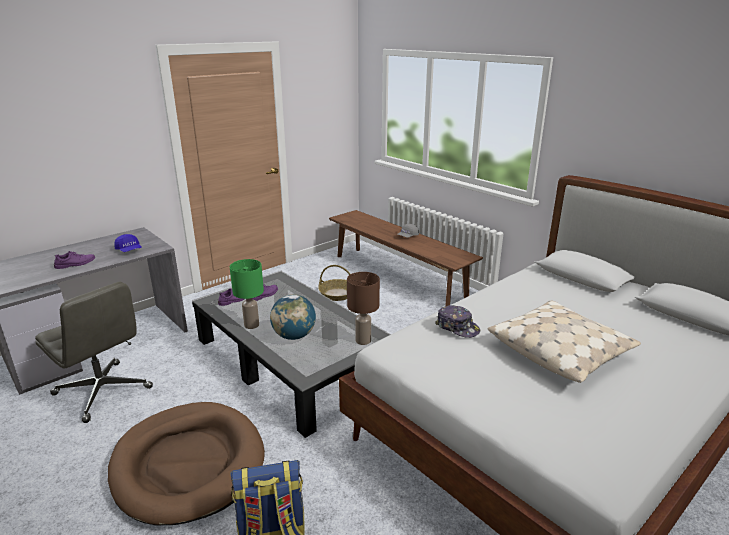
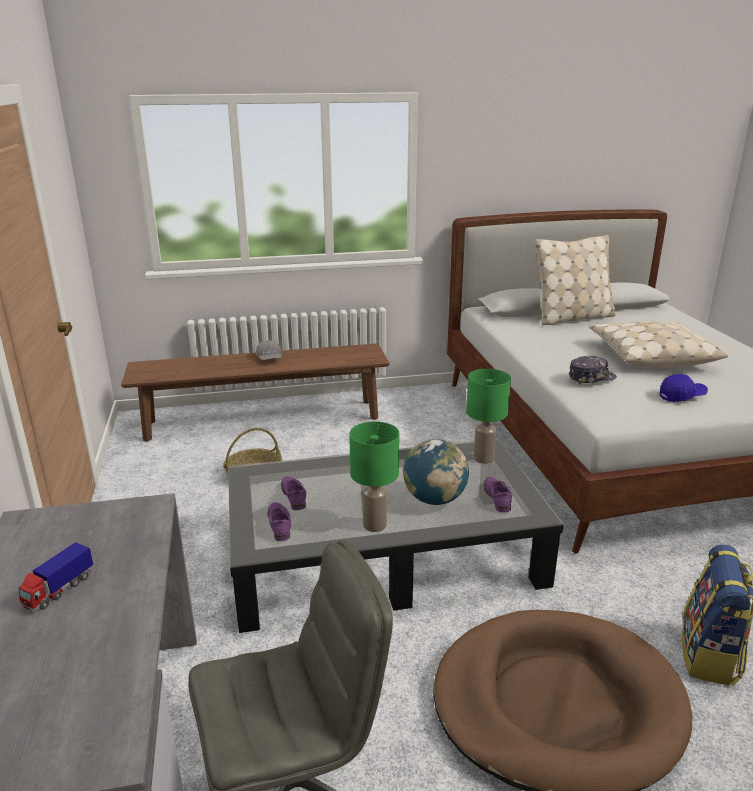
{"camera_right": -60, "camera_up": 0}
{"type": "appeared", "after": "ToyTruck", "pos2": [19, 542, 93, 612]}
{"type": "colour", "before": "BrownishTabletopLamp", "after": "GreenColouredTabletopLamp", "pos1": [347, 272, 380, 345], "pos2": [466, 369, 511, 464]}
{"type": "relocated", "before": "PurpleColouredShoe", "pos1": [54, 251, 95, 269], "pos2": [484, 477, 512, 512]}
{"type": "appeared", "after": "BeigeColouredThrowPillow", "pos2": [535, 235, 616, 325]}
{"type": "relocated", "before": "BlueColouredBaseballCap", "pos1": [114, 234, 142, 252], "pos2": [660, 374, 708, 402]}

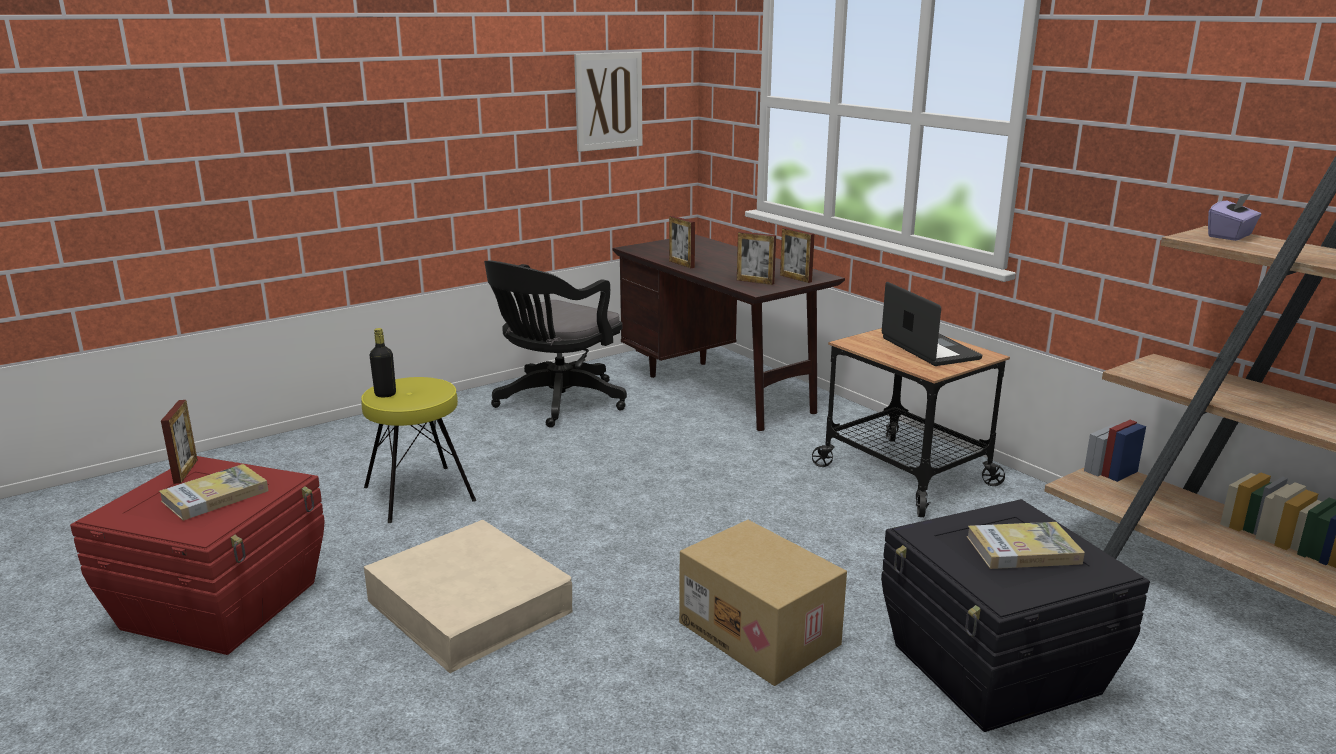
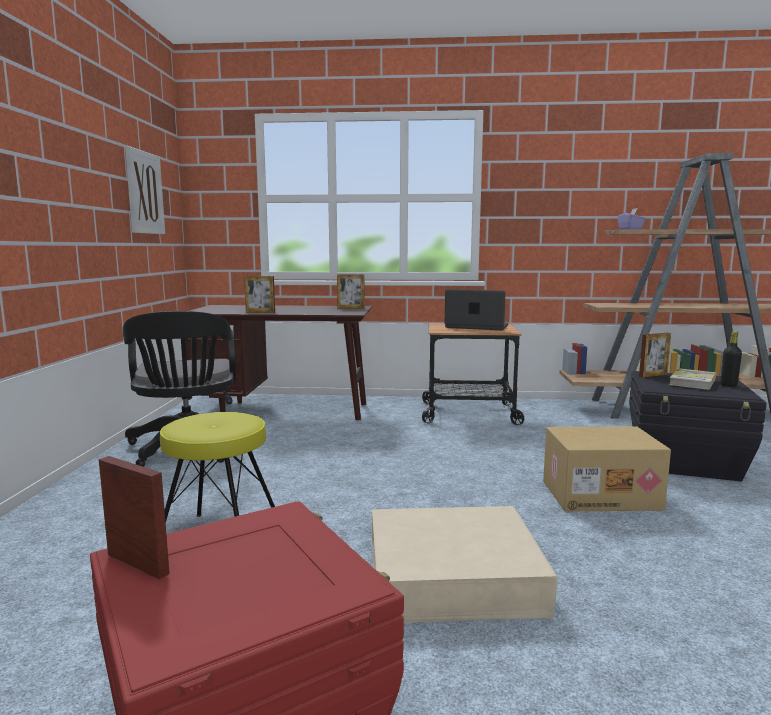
{"camera_right": -50, "camera_up": -10}
{"type": "relocated", "before": "PictureFrame", "pos1": [737, 231, 776, 285], "pos2": [639, 333, 671, 378]}
{"type": "relocated", "before": "BlackBeverageBottle", "pos1": [369, 328, 396, 397], "pos2": [720, 331, 742, 387]}
{"type": "missing", "before": "Book", "pos1": [159, 464, 269, 520]}

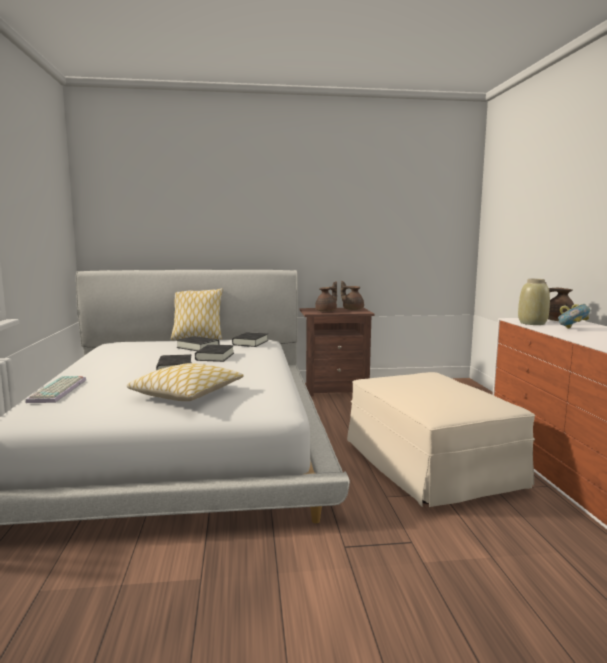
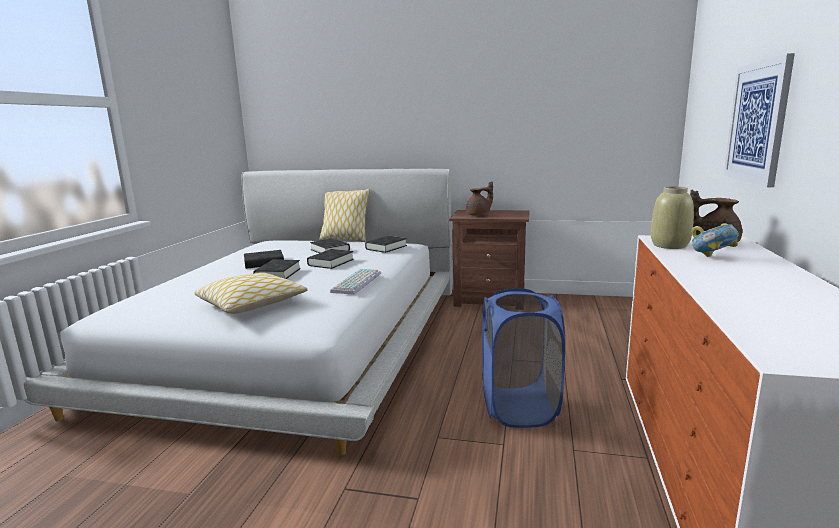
{"camera_right": 20, "camera_up": 5}
{"type": "appeared", "after": "BlackBook", "pos2": [244, 250, 284, 269]}
{"type": "relocated", "before": "PcKeyboard", "pos1": [26, 376, 86, 403], "pos2": [330, 269, 381, 295]}
{"type": "exchanged", "before": "BeigeColouredOttoman", "after": "BlueColouredHamper", "pos1": [347, 372, 535, 507], "pos2": [482, 288, 565, 428]}
{"type": "appeared", "after": "WallPicture", "pos2": [724, 53, 795, 187]}
{"type": "missing", "before": "BrownishPotForTea", "pos1": [341, 281, 364, 310]}

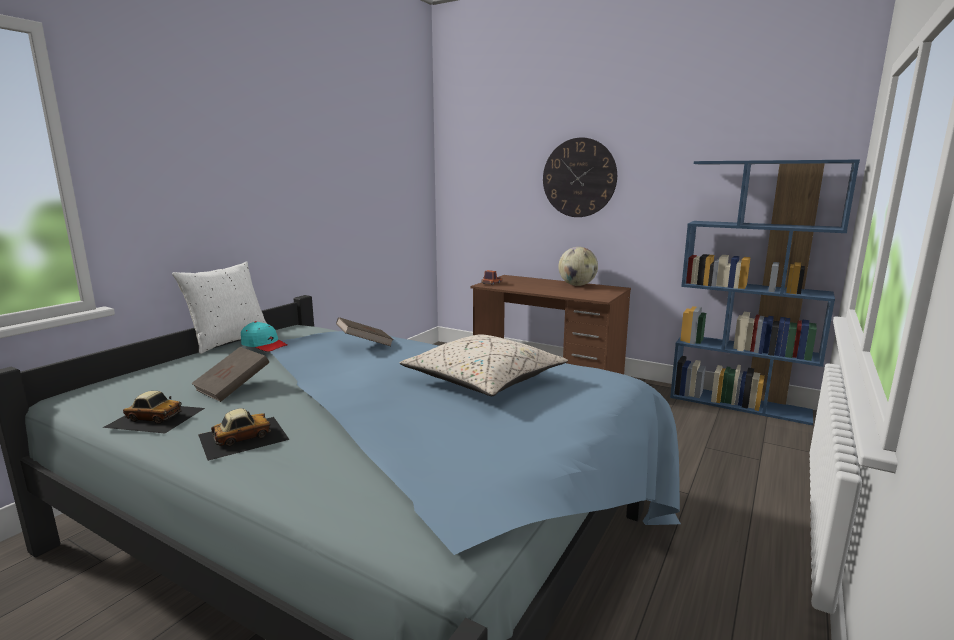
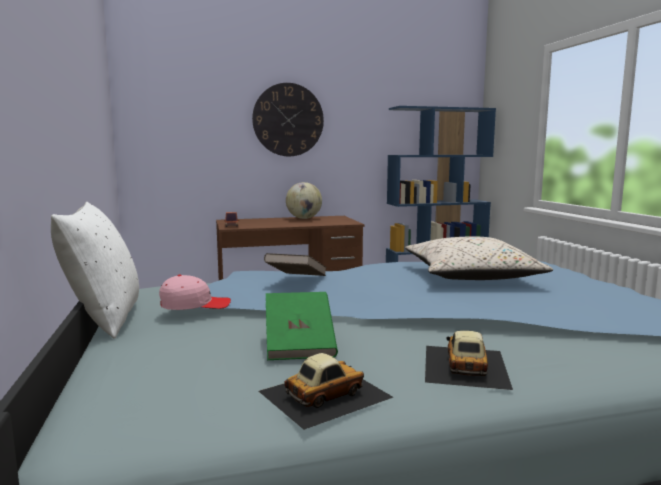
{"camera_right": -45, "camera_up": -5}
{"type": "colour", "before": "TurquoiseBaseballCap", "after": "PinkishBaseballCap", "pos1": [241, 321, 287, 352], "pos2": [159, 275, 231, 310]}
{"type": "colour", "before": "BrownishBook", "after": "GreenColouredBook", "pos1": [191, 347, 269, 402], "pos2": [266, 292, 338, 360]}

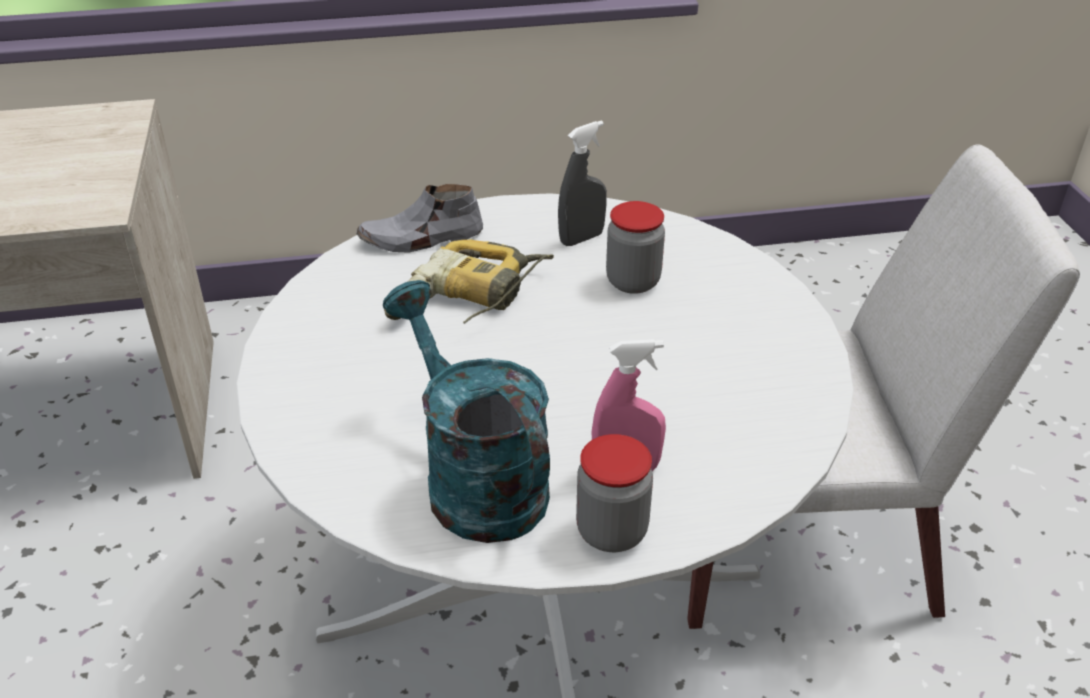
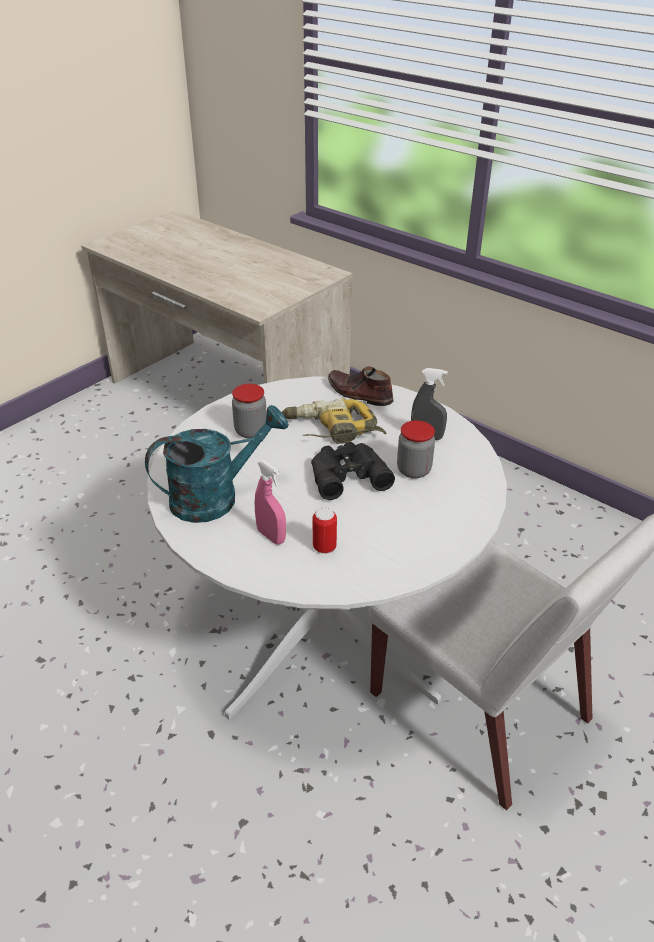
{"camera_right": 50, "camera_up": 0}
{"type": "spun", "before": "TurquoiseSprinklingCan", "pos1": [383, 280, 550, 543], "pos2": [145, 405, 289, 523], "turn": 45}
{"type": "relocated", "before": "StorageJar", "pos1": [576, 434, 653, 552], "pos2": [232, 384, 267, 439]}
{"type": "appeared", "after": "BlackFieldGlasses", "pos2": [311, 442, 395, 500]}
{"type": "appeared", "after": "Can", "pos2": [313, 508, 337, 554]}
{"type": "colour", "before": "GreyShoe", "after": "BrownishShoe", "pos1": [357, 184, 483, 253], "pos2": [328, 366, 394, 406]}

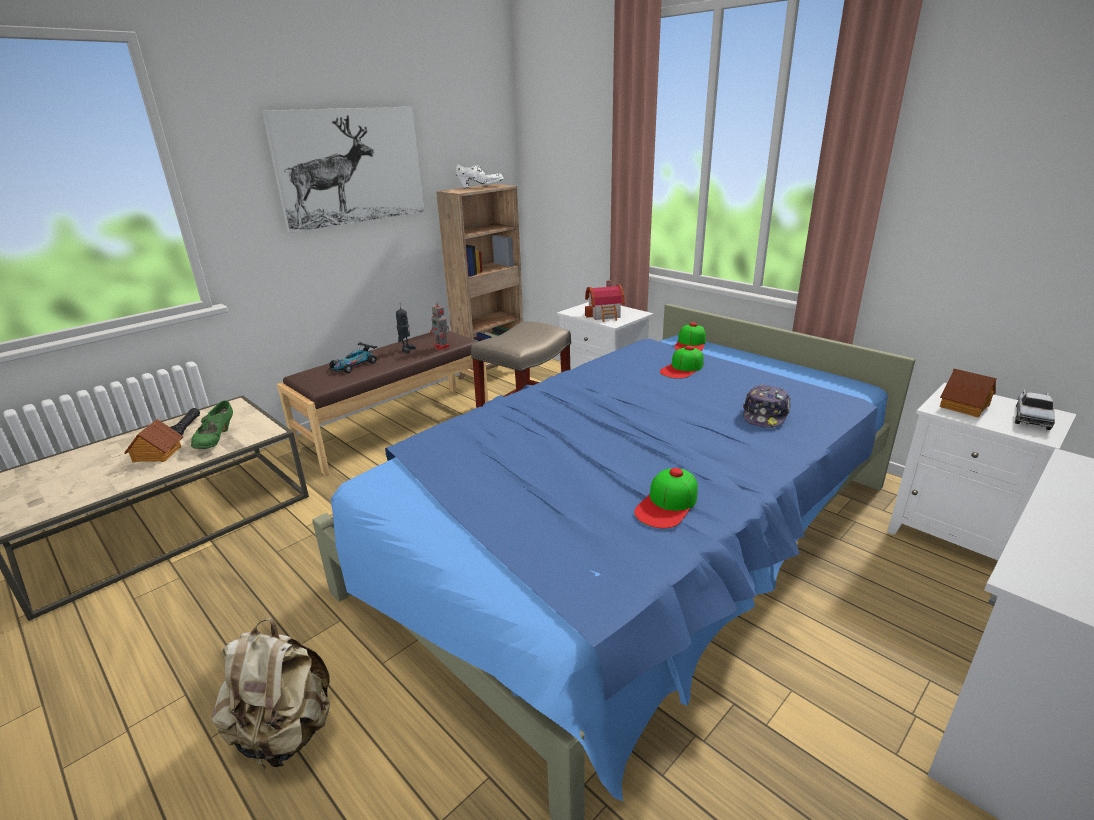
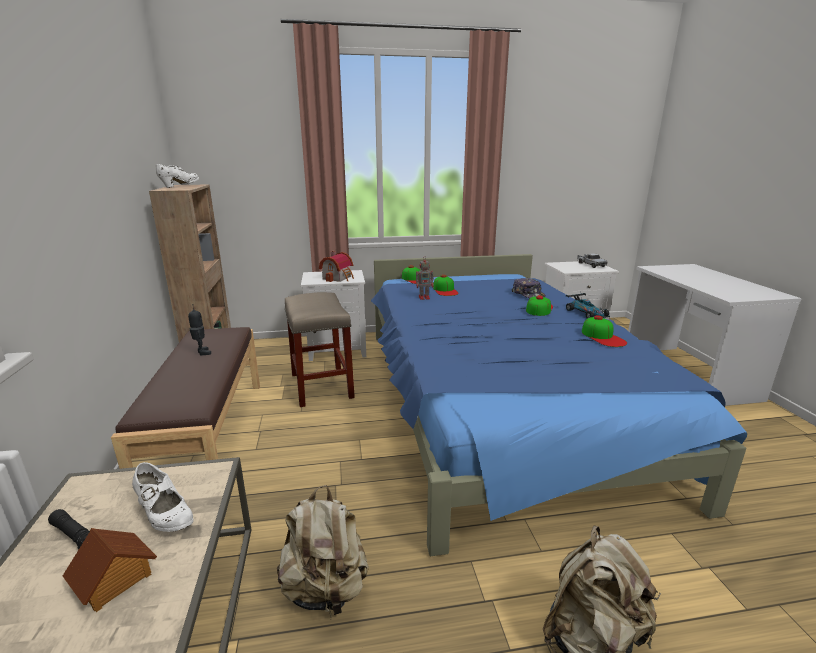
{"camera_right": -55, "camera_up": -5}
{"type": "colour", "before": "GreenColouredShoe", "after": "WhiteShoe", "pos1": [191, 400, 233, 449], "pos2": [132, 462, 194, 532]}
{"type": "appeared", "after": "BeigeColouredKnapsack", "pos2": [277, 485, 369, 617]}
{"type": "relocated", "before": "ToyRobot", "pos1": [430, 301, 451, 350], "pos2": [416, 256, 434, 300]}
{"type": "appeared", "after": "BaseballCap", "pos2": [526, 295, 553, 316]}
{"type": "relocated", "before": "MiniatureCar", "pos1": [328, 342, 377, 373], "pos2": [566, 291, 610, 319]}
{"type": "missing", "before": "WallPicture", "pos1": [262, 107, 424, 233]}
{"type": "missing", "before": "MiniatureHouse", "pos1": [940, 369, 997, 418]}

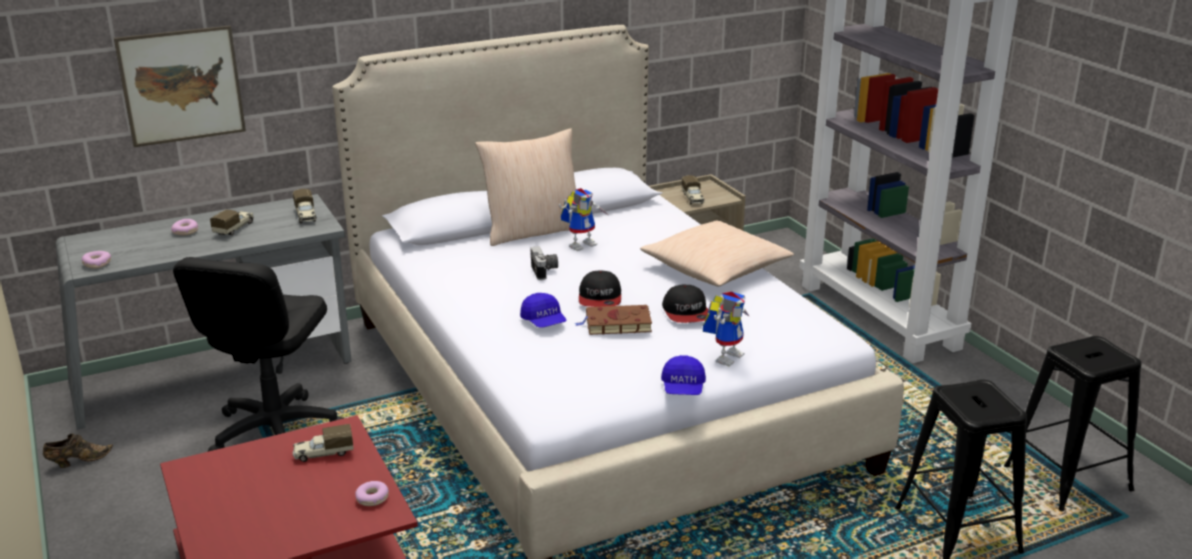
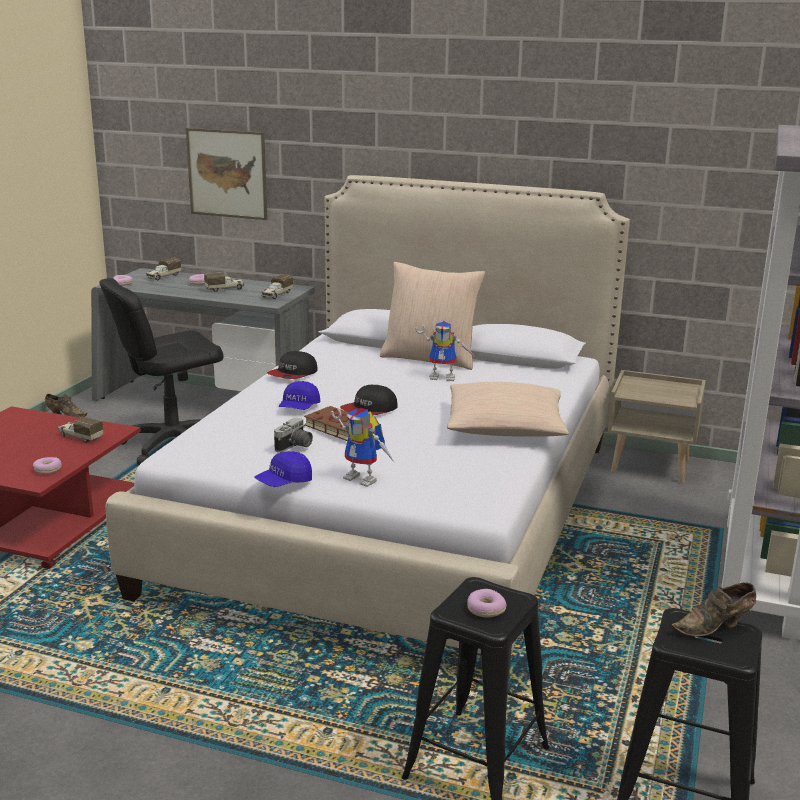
{"camera_right": 45, "camera_up": -5}
{"type": "relocated", "before": "ToyTruck", "pos1": [682, 175, 705, 205], "pos2": [146, 258, 181, 280]}
{"type": "relocated", "before": "BaseballCap", "pos1": [662, 285, 708, 323], "pos2": [267, 351, 318, 379]}
{"type": "relocated", "before": "PhotoCamera", "pos1": [530, 246, 558, 280], "pos2": [274, 417, 313, 453]}
{"type": "spun", "before": "ToyRobot", "pos1": [703, 292, 750, 367], "pos2": [331, 408, 395, 487], "turn": 45}
{"type": "appeared", "after": "Doughnut", "pos2": [467, 589, 507, 617]}
{"type": "appeared", "after": "BrownishShoe", "pos2": [672, 582, 756, 637]}

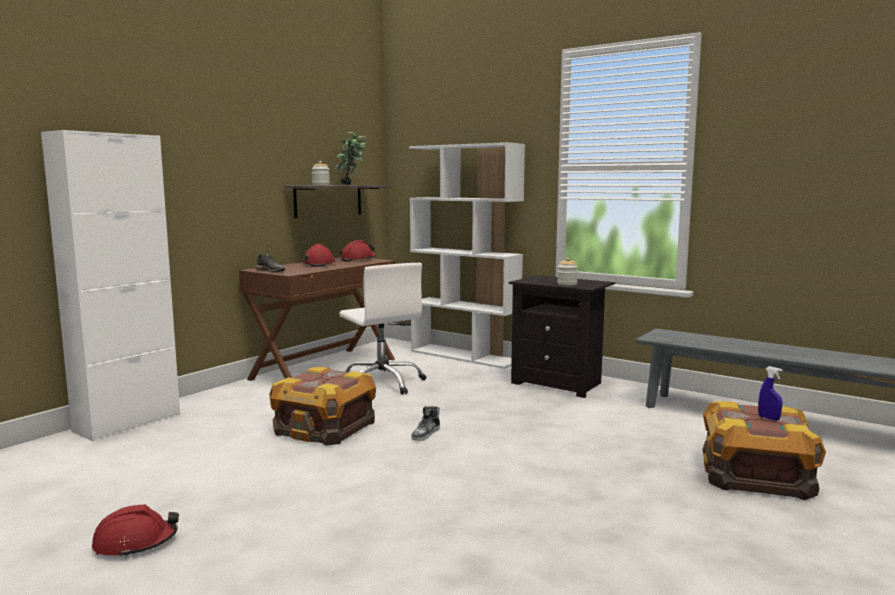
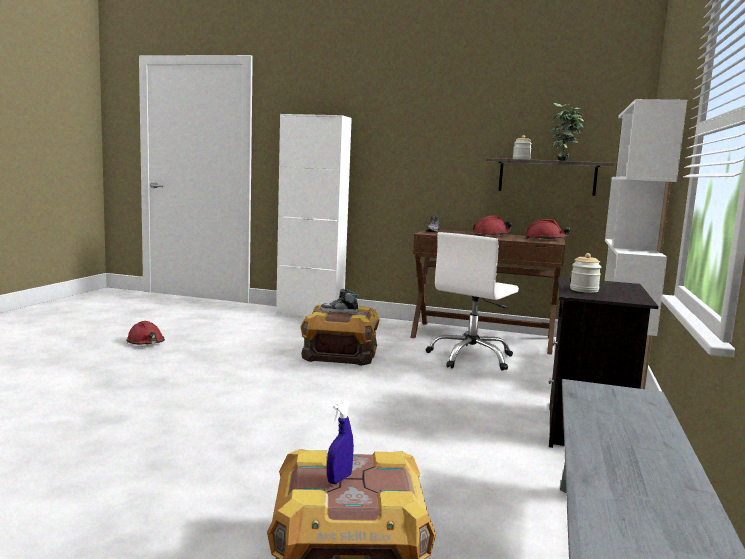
{"camera_right": 70, "camera_up": 0}
{"type": "relocated", "before": "Shoe", "pos1": [411, 406, 440, 441], "pos2": [321, 289, 359, 313]}

